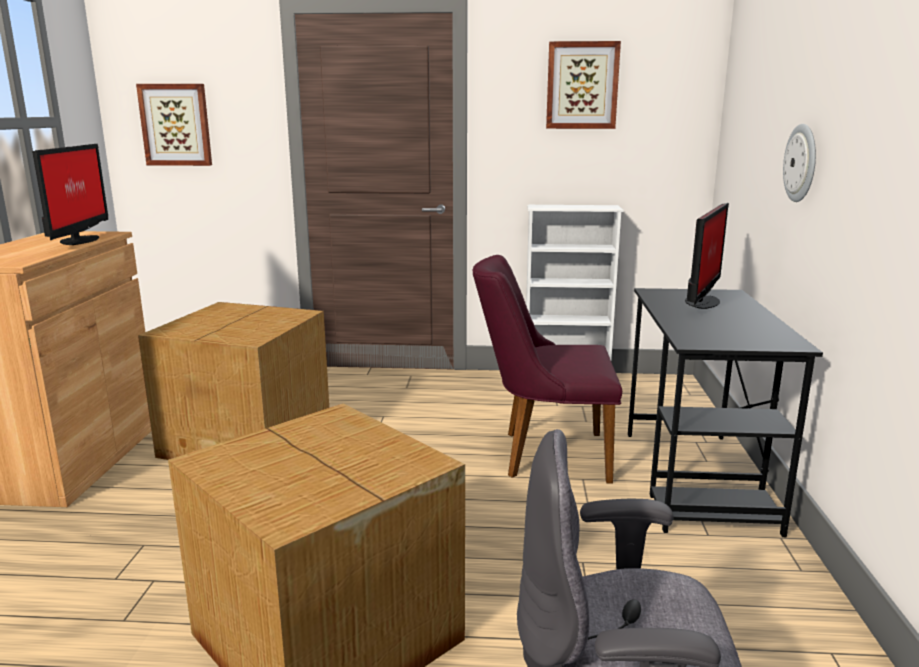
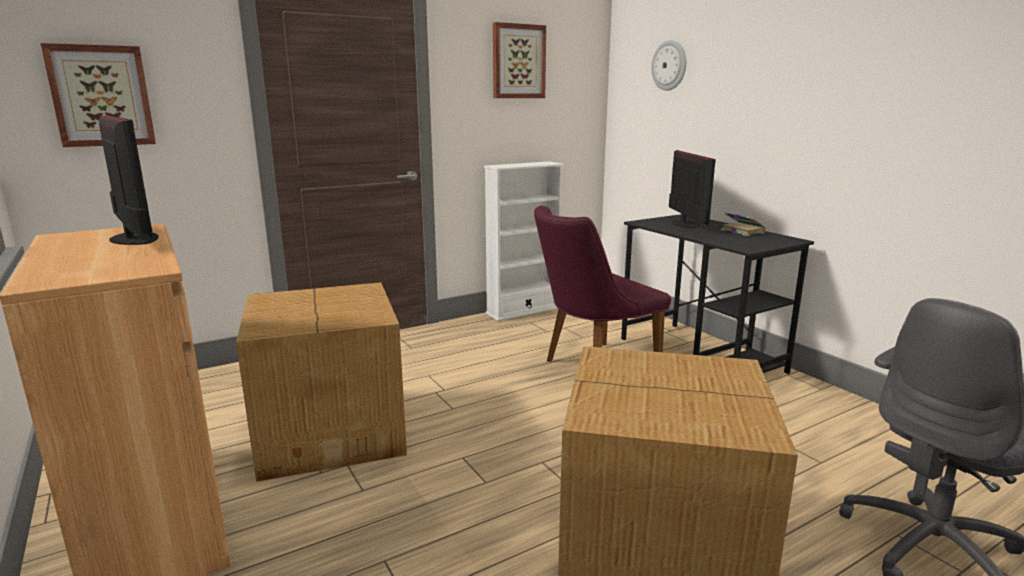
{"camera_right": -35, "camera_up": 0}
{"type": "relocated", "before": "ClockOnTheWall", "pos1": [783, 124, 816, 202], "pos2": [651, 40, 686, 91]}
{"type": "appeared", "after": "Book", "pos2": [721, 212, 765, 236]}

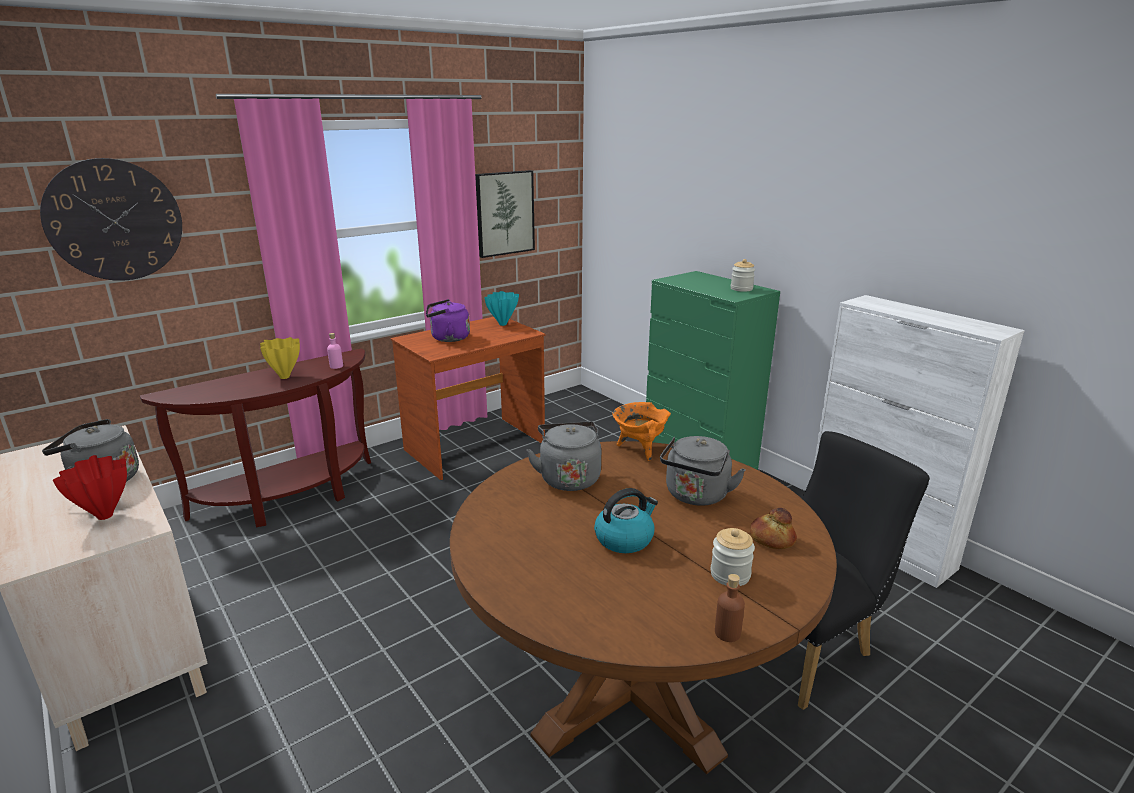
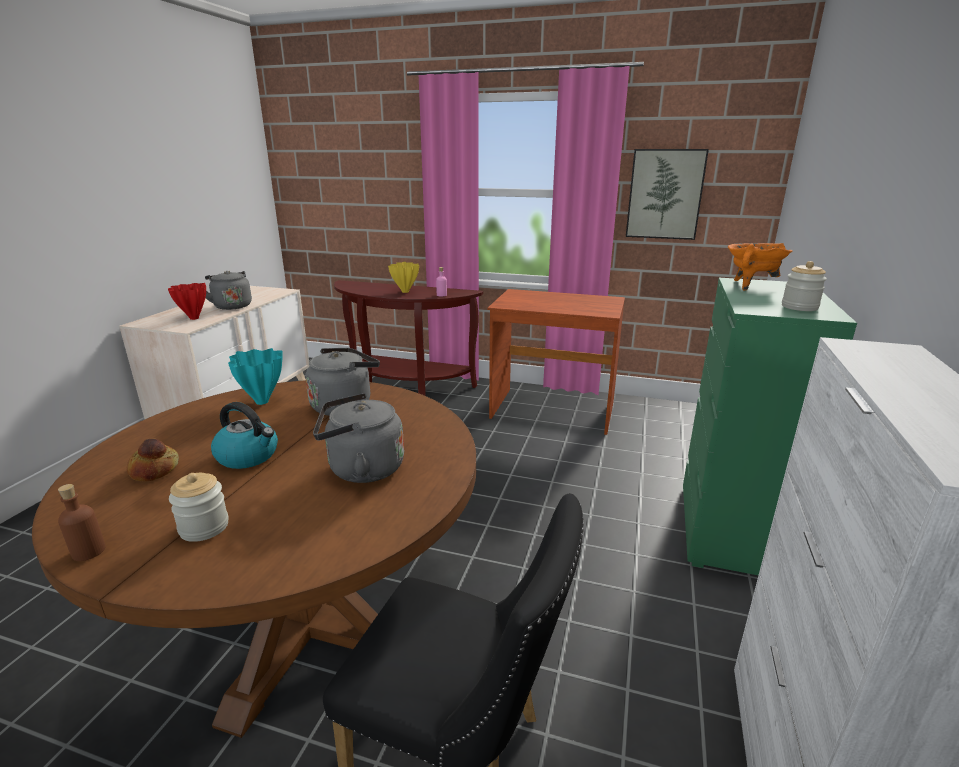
{"camera_right": 55, "camera_up": 0}
{"type": "relocated", "before": "BakeryBread", "pos1": [750, 508, 797, 549], "pos2": [127, 439, 179, 482]}
{"type": "relocated", "before": "TurquoiseDecorativeVase", "pos1": [484, 291, 519, 326], "pos2": [228, 348, 283, 405]}
{"type": "relocated", "before": "OrangeySaucepot", "pos1": [612, 402, 671, 461], "pos2": [728, 243, 793, 291]}
{"type": "missing", "before": "ClockOnTheWall", "pos1": [40, 158, 182, 281]}
{"type": "missing", "before": "PurpleColouredWaterKettle", "pos1": [426, 299, 470, 342]}

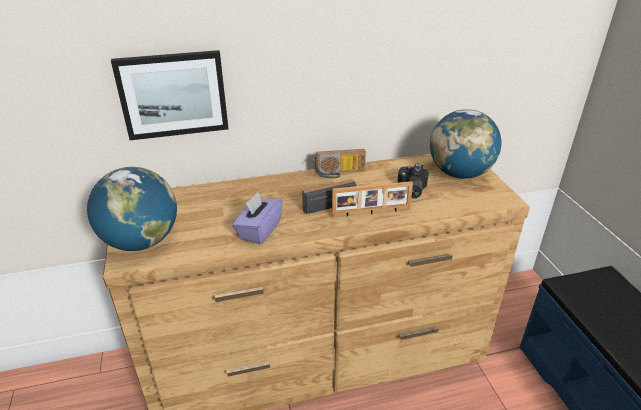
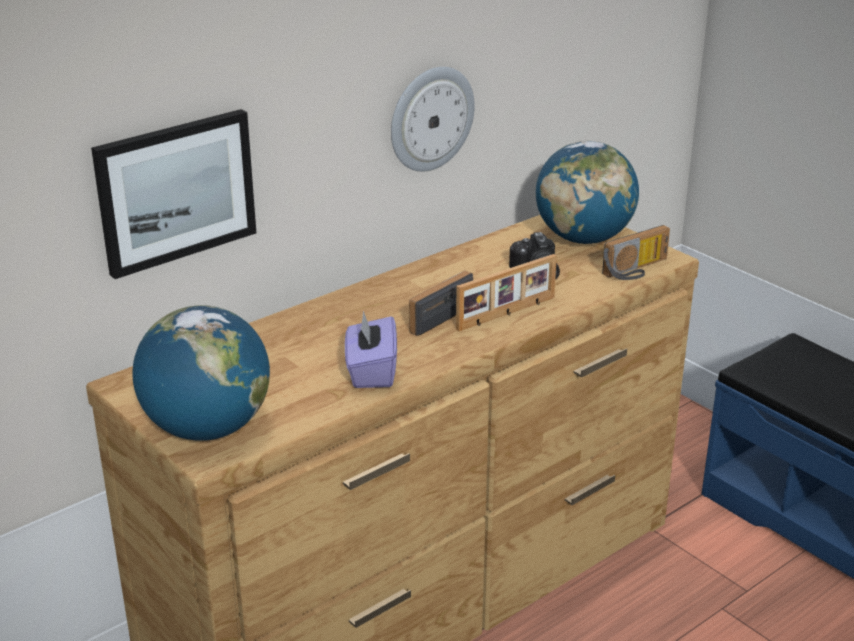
{"camera_right": -25, "camera_up": -5}
{"type": "appeared", "after": "ClockOnTheWall", "pos2": [391, 67, 475, 172]}
{"type": "relocated", "before": "Radio", "pos1": [313, 149, 366, 179], "pos2": [602, 225, 670, 280]}

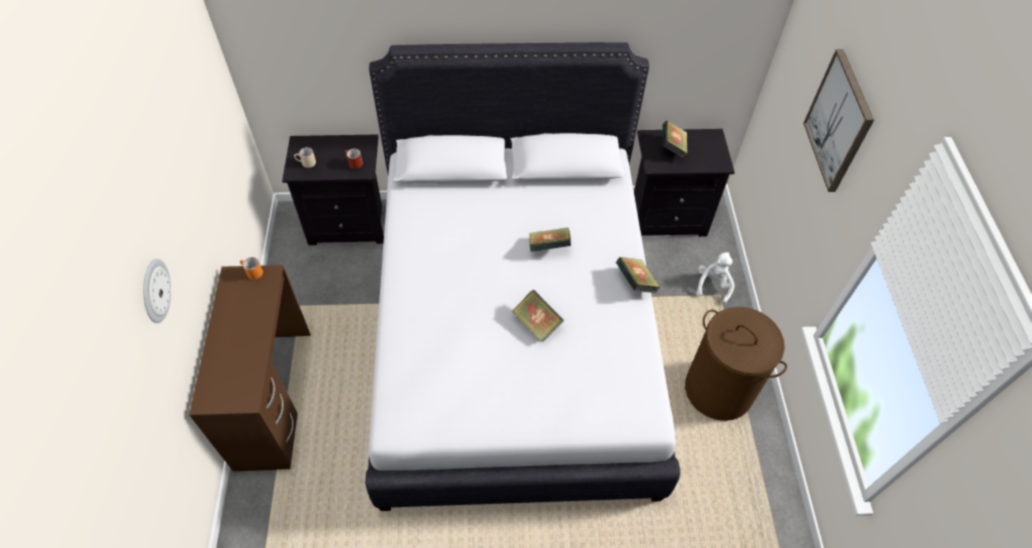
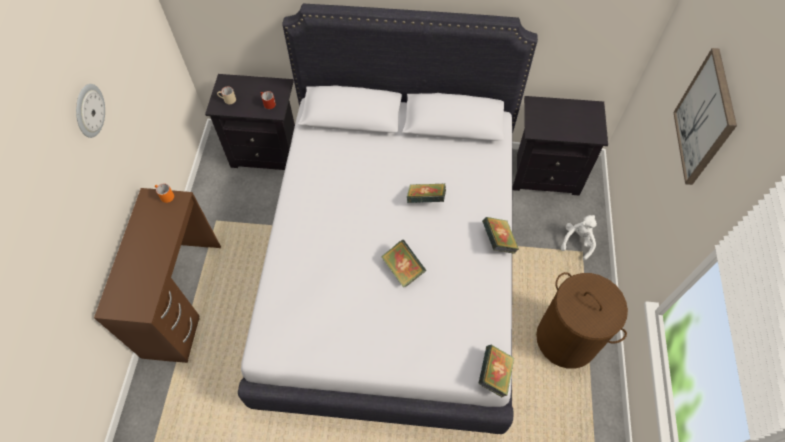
{"camera_right": 10, "camera_up": 5}
{"type": "relocated", "before": "ClockOnTheWall", "pos1": [143, 259, 171, 323], "pos2": [76, 84, 105, 138]}
{"type": "relocated", "before": "Book", "pos1": [662, 120, 687, 158], "pos2": [478, 345, 514, 397]}

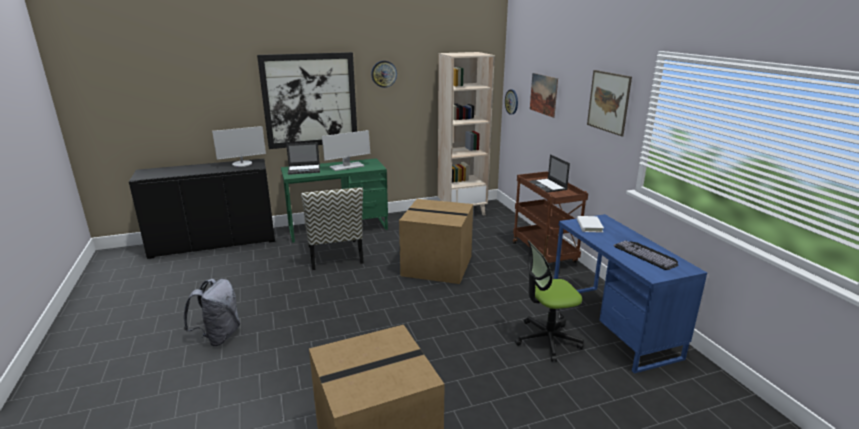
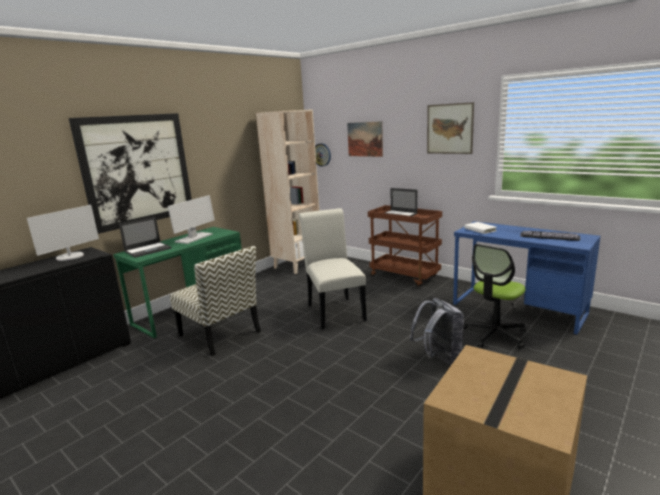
{"camera_right": -30, "camera_up": -5}
{"type": "exchanged", "before": "CardboardBox", "after": "WhiteChair", "pos1": [399, 199, 473, 284], "pos2": [299, 208, 367, 329]}
{"type": "relocated", "before": "GreyKnapsack", "pos1": [184, 279, 240, 346], "pos2": [410, 298, 464, 365]}
{"type": "missing", "before": "ClockOnTheWall", "pos1": [371, 61, 397, 88]}

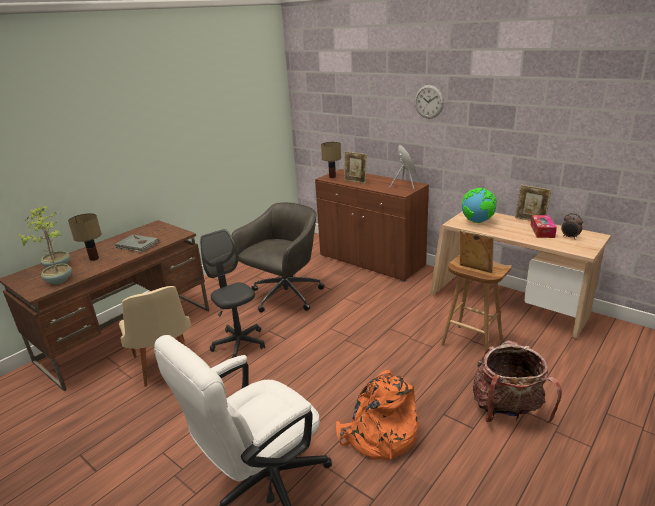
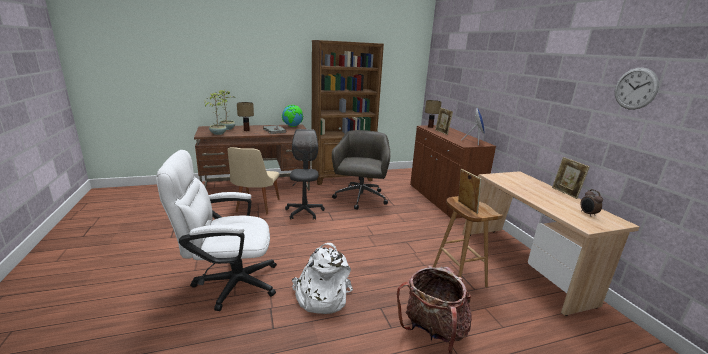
{"camera_right": 30, "camera_up": -5}
{"type": "relocated", "before": "Globe", "pos1": [462, 188, 497, 223], "pos2": [282, 105, 303, 127]}
{"type": "colour", "before": "OrangeyKnapsack", "after": "WhiteKnapsack", "pos1": [336, 370, 418, 460], "pos2": [292, 243, 353, 314]}
{"type": "appeared", "after": "BrownishBookcase", "pos2": [311, 40, 384, 185]}
{"type": "spun", "before": "GreyComputerChair", "pos1": [231, 202, 324, 313], "pos2": [332, 130, 391, 210], "turn": -60}
{"type": "relocated", "before": "ClockOnTheWall", "pos1": [415, 85, 444, 119], "pos2": [615, 68, 659, 110]}
{"type": "missing", "before": "TissueHolder", "pos1": [531, 215, 557, 238]}

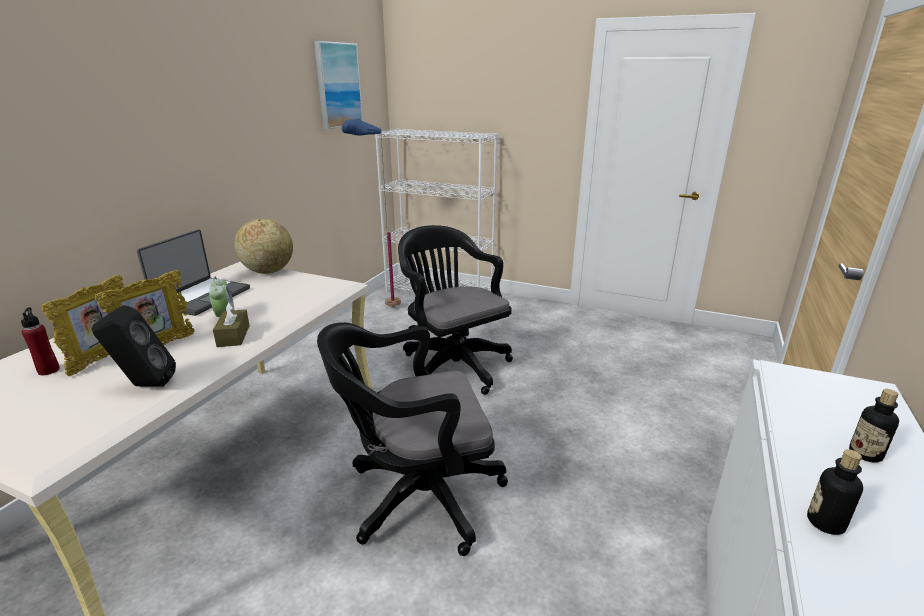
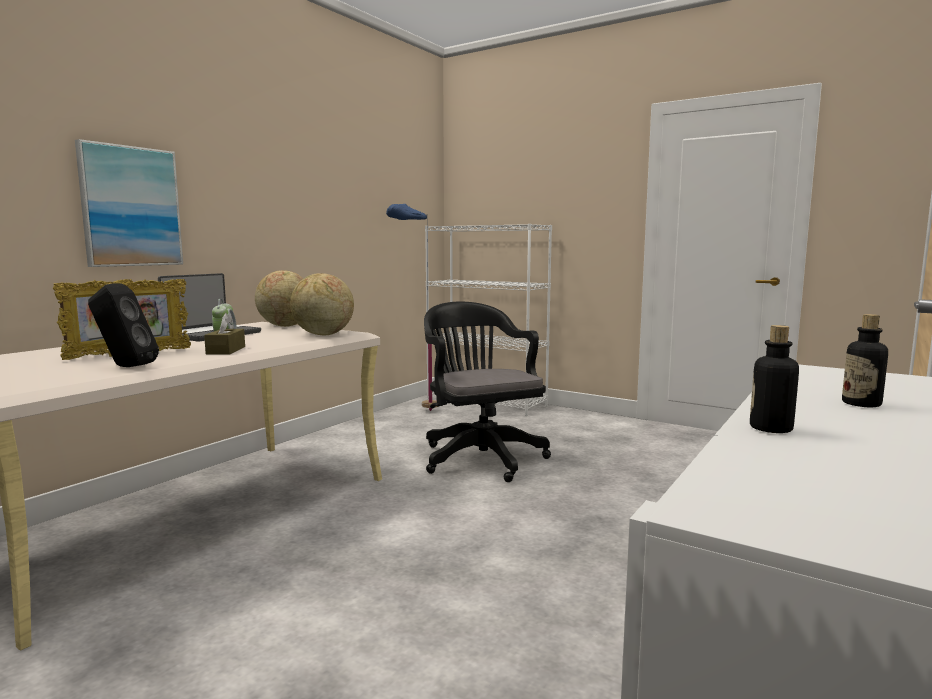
{"camera_right": 10, "camera_up": -15}
{"type": "relocated", "before": "WallPicture", "pos1": [314, 41, 363, 129], "pos2": [75, 139, 183, 267]}
{"type": "appeared", "after": "Globe", "pos2": [290, 273, 354, 335]}
{"type": "missing", "before": "RedColouredBeverageBottle", "pos1": [21, 307, 60, 375]}
{"type": "missing", "before": "BlackComputerChair", "pos1": [317, 322, 508, 556]}

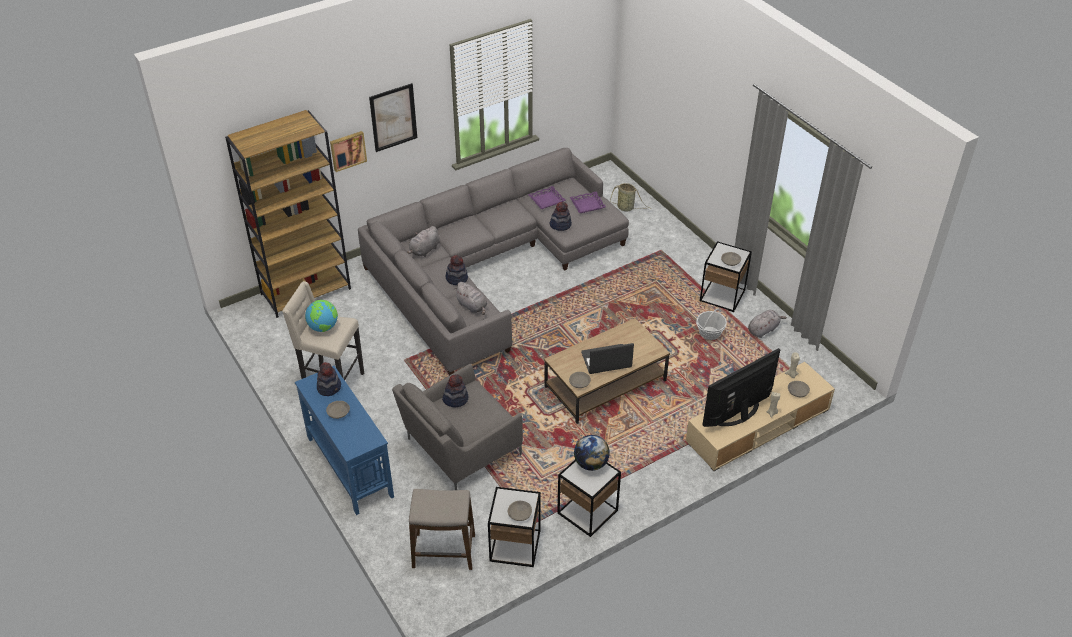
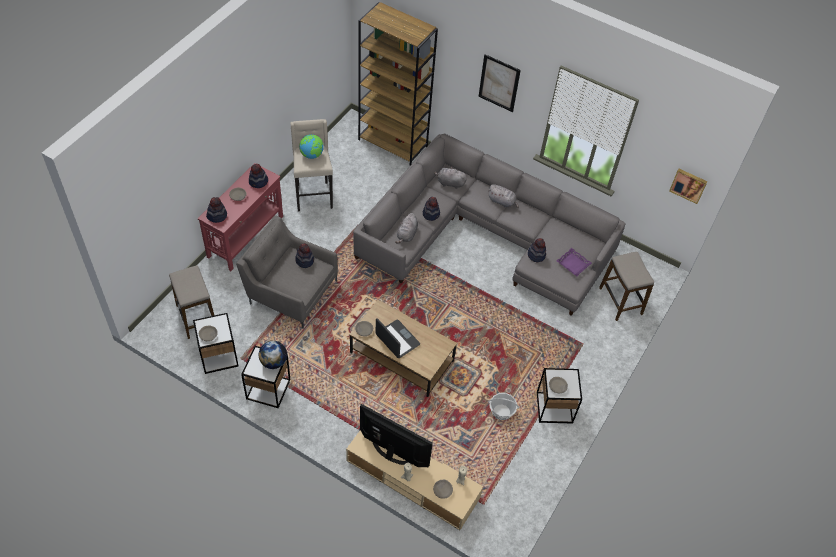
{"camera_right": 60, "camera_up": 10}
{"type": "colour", "before": "BlueColouredConsoleTable", "after": "RedColouredConsoleTable", "pos1": [295, 366, 394, 515], "pos2": [198, 163, 283, 271]}
{"type": "appeared", "after": "WearableHat", "pos2": [206, 197, 227, 223]}
{"type": "relocated", "before": "GreyPlushToy", "pos1": [748, 310, 787, 338], "pos2": [489, 184, 519, 208]}
{"type": "exchanged", "before": "HouseholdBasket", "after": "SittingStool", "pos1": [610, 183, 650, 211], "pos2": [599, 252, 654, 321]}
{"type": "relocated", "before": "WallPicture", "pos1": [330, 131, 367, 172], "pos2": [669, 169, 708, 204]}
{"type": "missing", "before": "PurpleColouredCarryingTray", "pos1": [528, 186, 566, 209]}

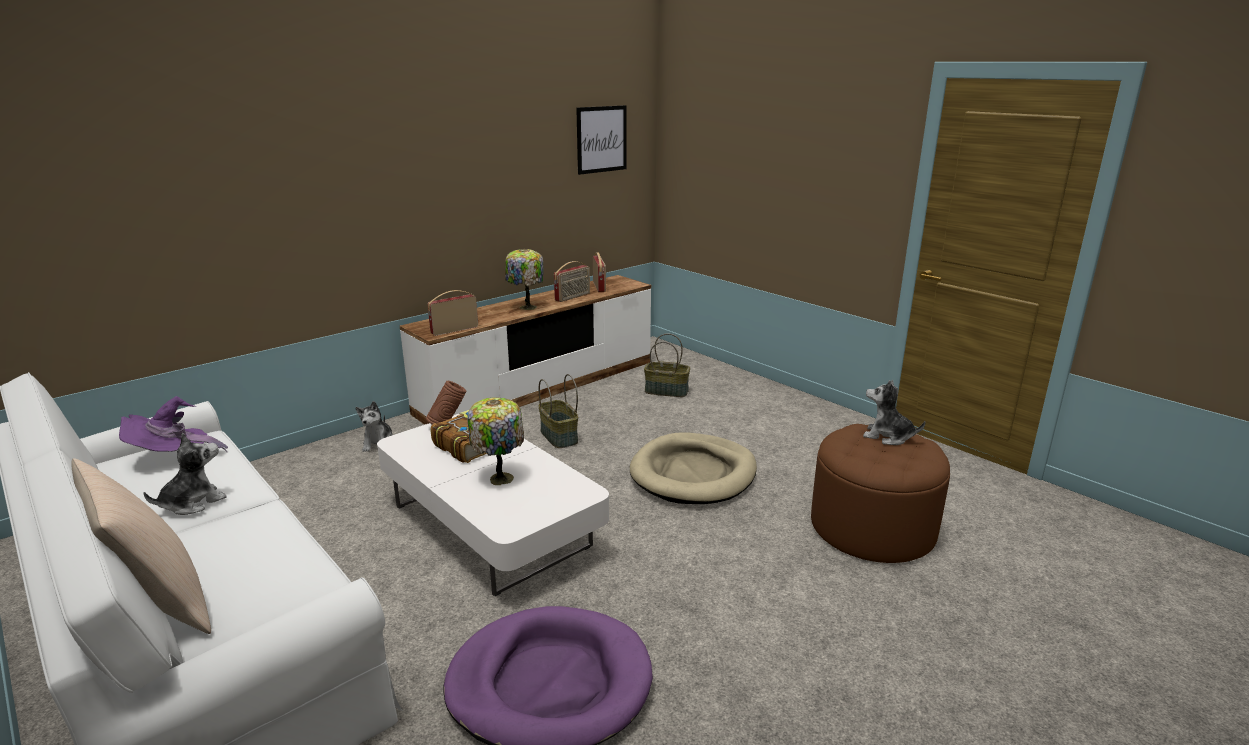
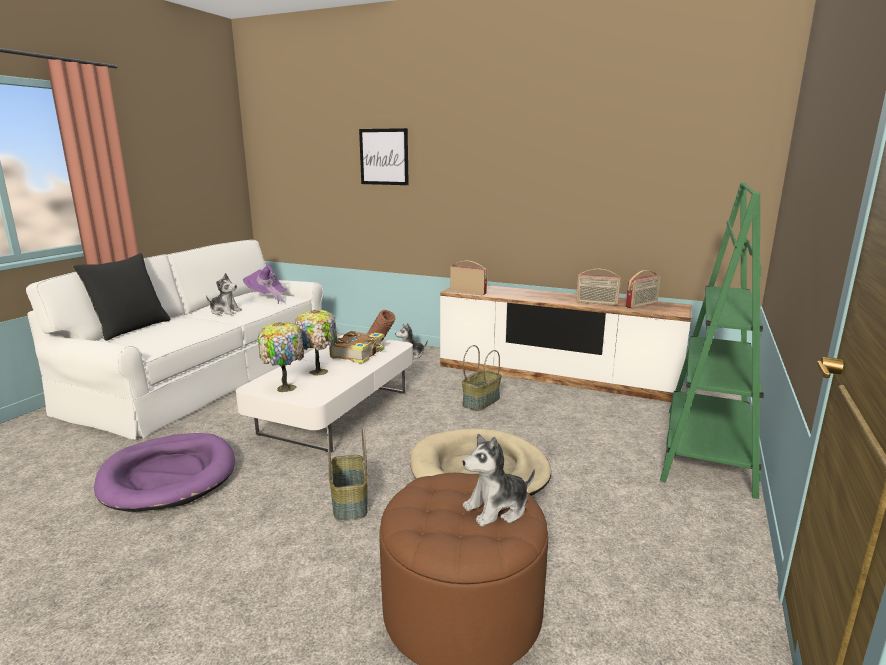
{"camera_right": 65, "camera_up": -5}
{"type": "colour", "before": "BeigeColouredThrowPillow", "after": "BlackThrowPillow", "pos1": [72, 459, 211, 634], "pos2": [73, 253, 170, 341]}
{"type": "relocated", "before": "TabletopLamp", "pos1": [505, 249, 543, 310], "pos2": [258, 322, 304, 392]}
{"type": "relocated", "before": "HouseholdBasket", "pos1": [644, 333, 690, 397], "pos2": [327, 425, 368, 521]}
{"type": "relocated", "before": "WallPicture", "pos1": [576, 105, 627, 175], "pos2": [359, 128, 409, 185]}
{"type": "spun", "before": "PlushToy", "pos1": [863, 380, 926, 445], "pos2": [462, 434, 535, 526], "turn": -120}
{"type": "appeared", "after": "GreenColouredBookcase", "pos2": [660, 182, 764, 499]}

